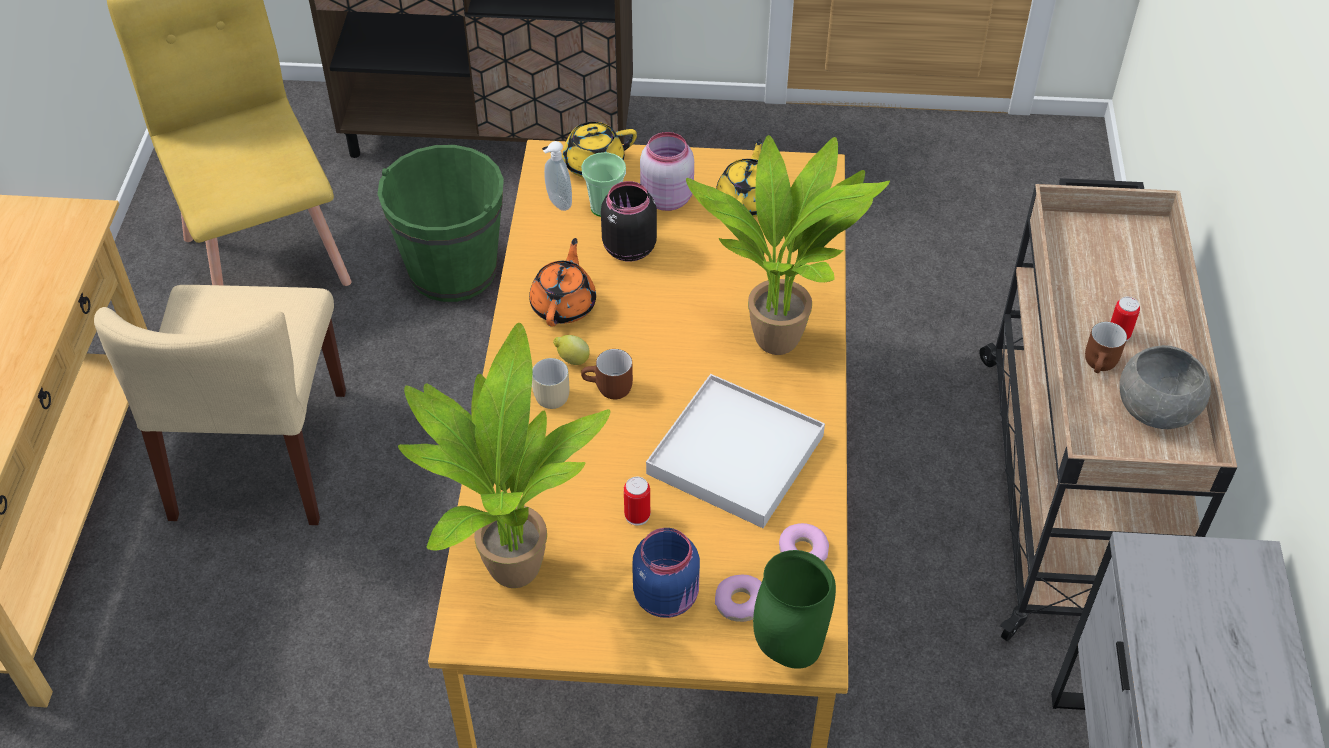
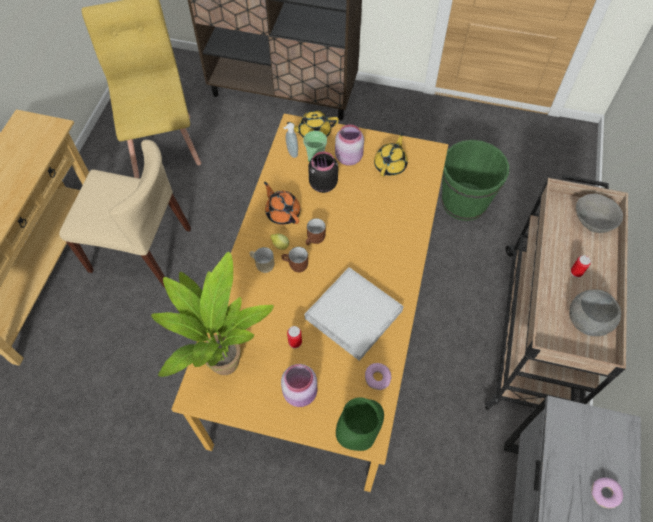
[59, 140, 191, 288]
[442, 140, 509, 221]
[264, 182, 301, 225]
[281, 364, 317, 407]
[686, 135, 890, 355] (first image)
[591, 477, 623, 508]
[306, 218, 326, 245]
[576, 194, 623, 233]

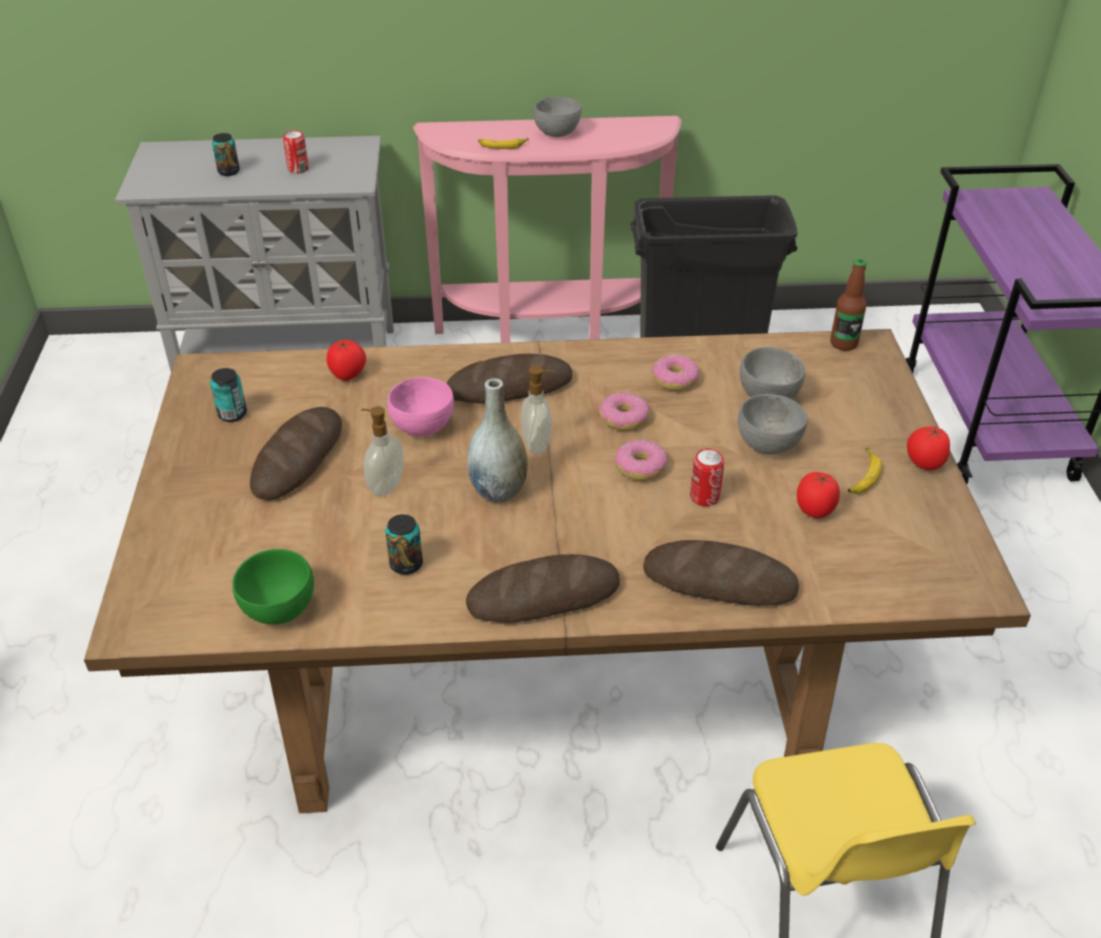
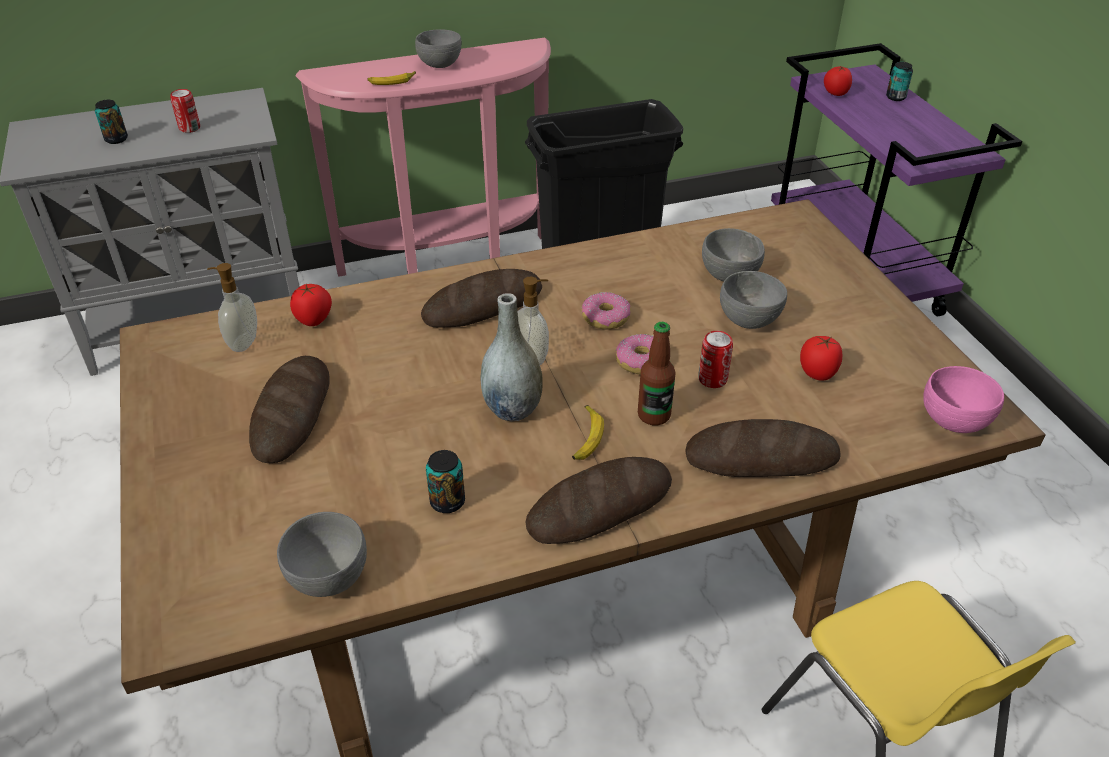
[886, 62, 913, 101]
[277, 512, 367, 597]
[207, 263, 257, 352]
[923, 366, 1004, 433]
[652, 355, 699, 391] (first image)
[638, 322, 675, 426]
[572, 405, 604, 460]
[824, 66, 852, 96]

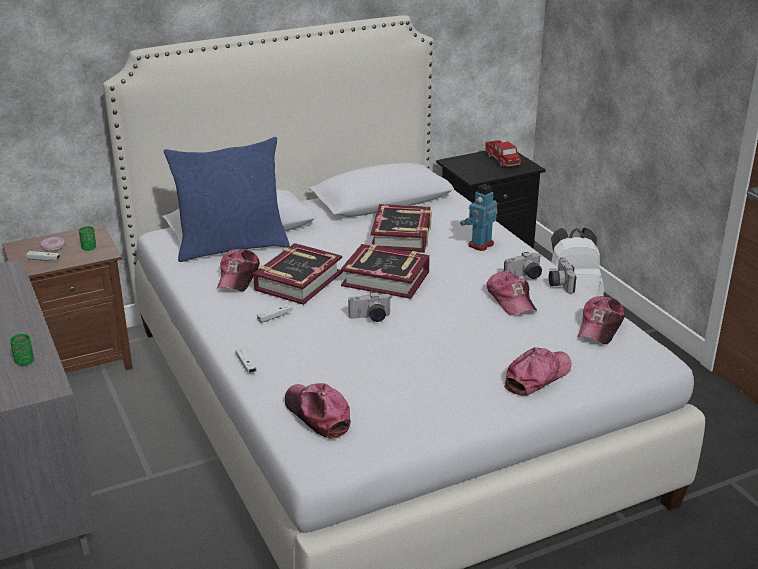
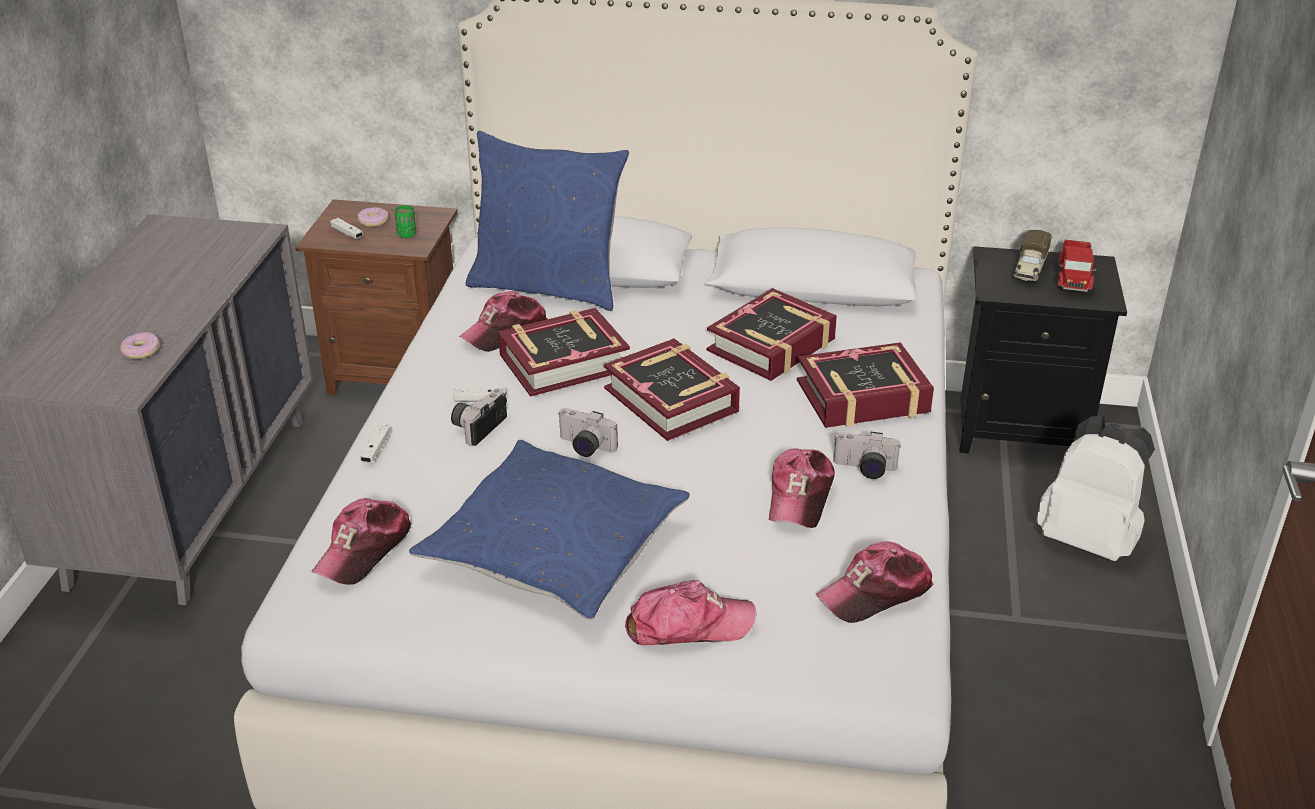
[120, 332, 160, 359]
[311, 498, 412, 585]
[797, 342, 934, 428]
[451, 388, 507, 446]
[409, 440, 690, 620]
[1013, 230, 1052, 282]

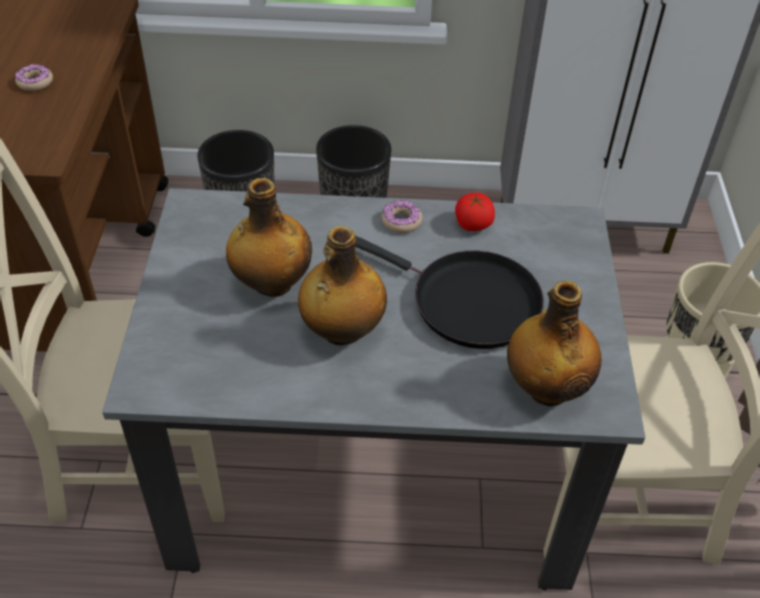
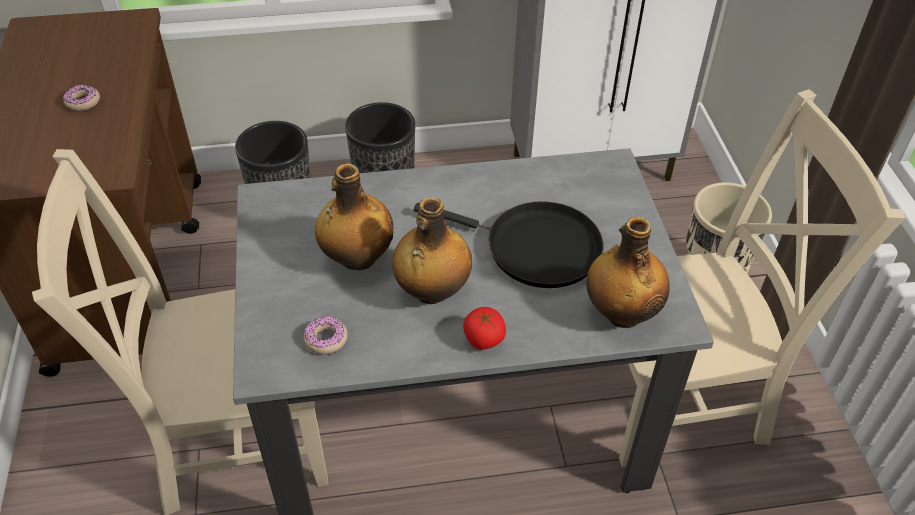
[304, 316, 348, 355]
[463, 307, 506, 350]

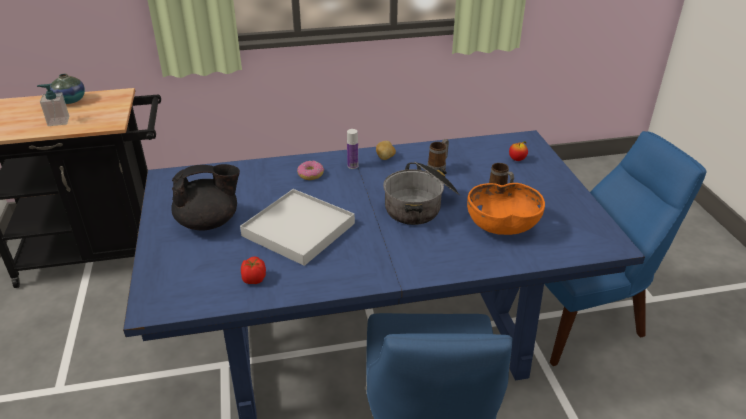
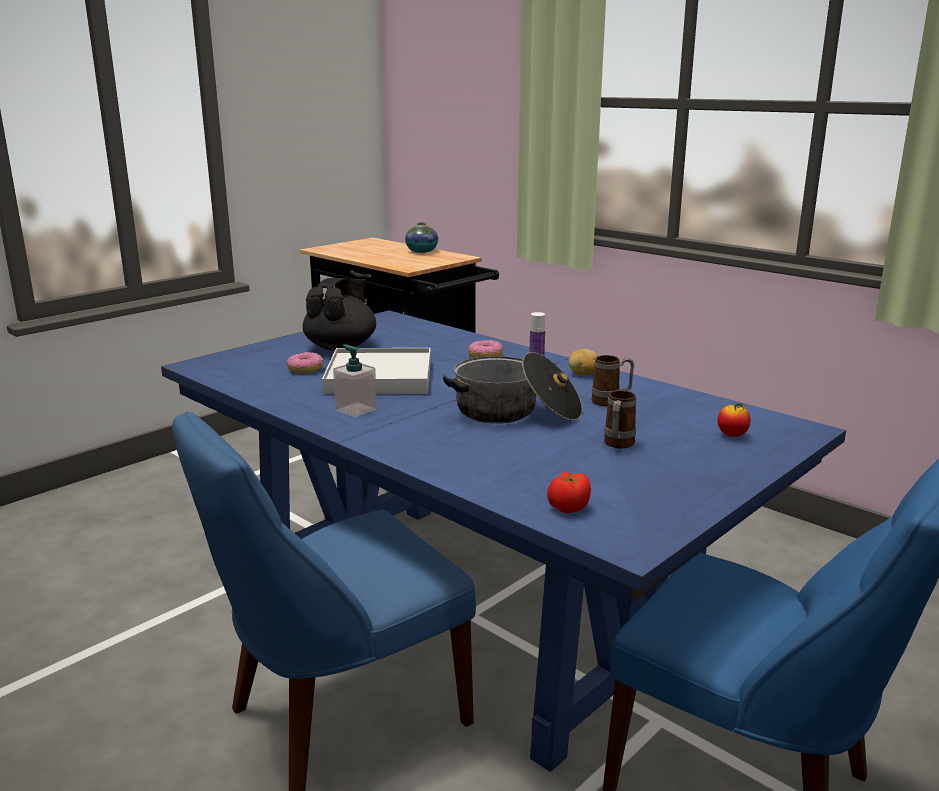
[333, 344, 377, 417]
[303, 278, 376, 351]
[547, 471, 591, 513]
[467, 183, 545, 235] (first image)
[287, 352, 323, 374]

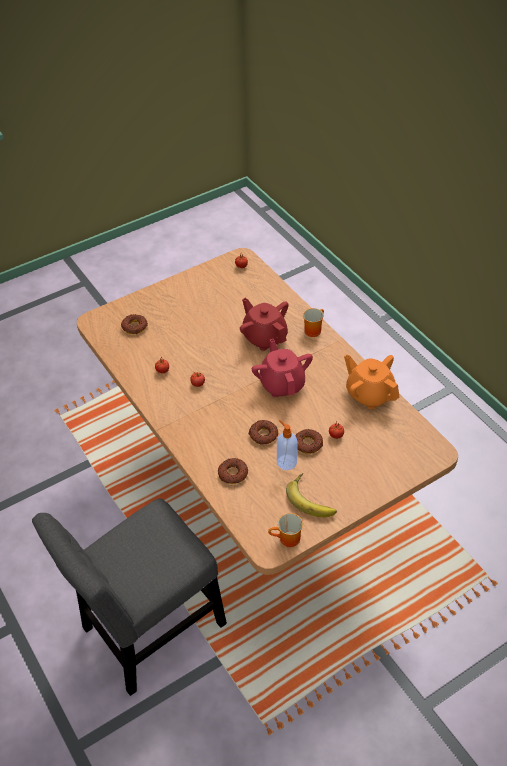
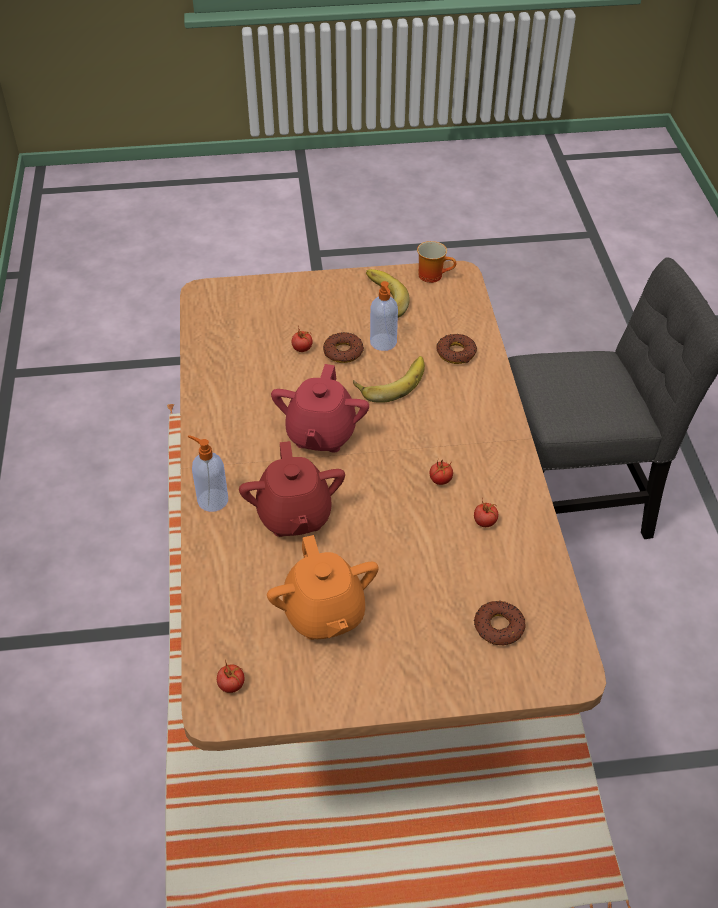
[353, 356, 425, 403]
[188, 435, 228, 512]
[267, 535, 379, 640]

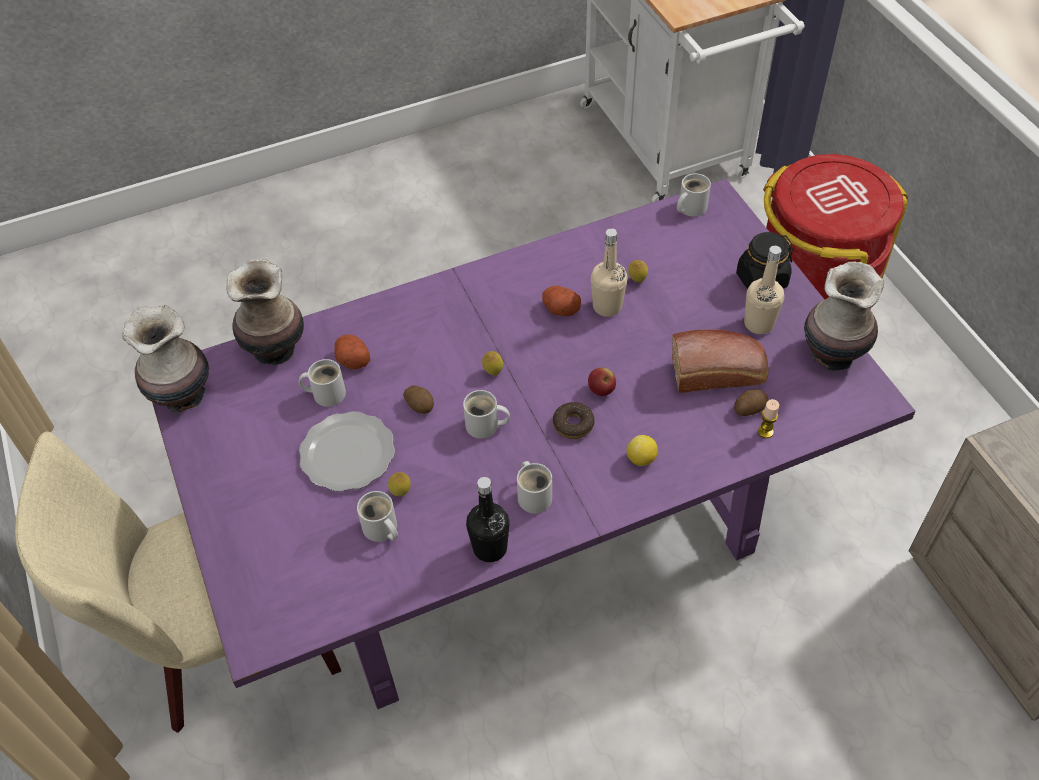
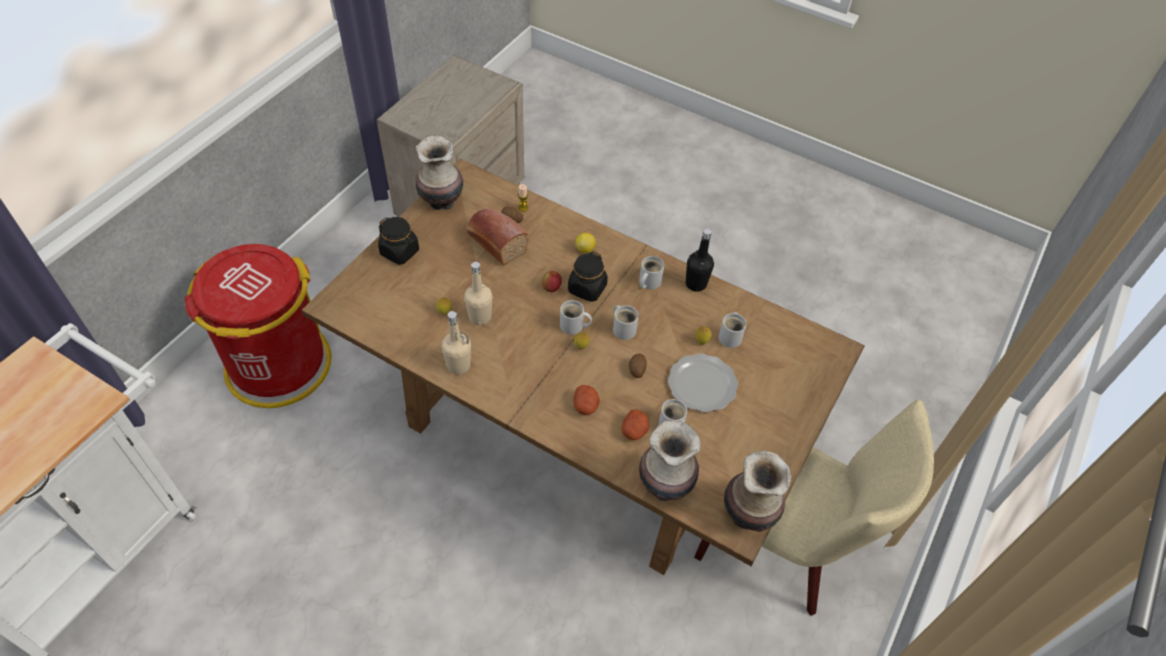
[302, 159, 865, 575]
[574, 385, 600, 415]
[568, 252, 608, 302]
[560, 300, 592, 335]
[441, 311, 471, 375]

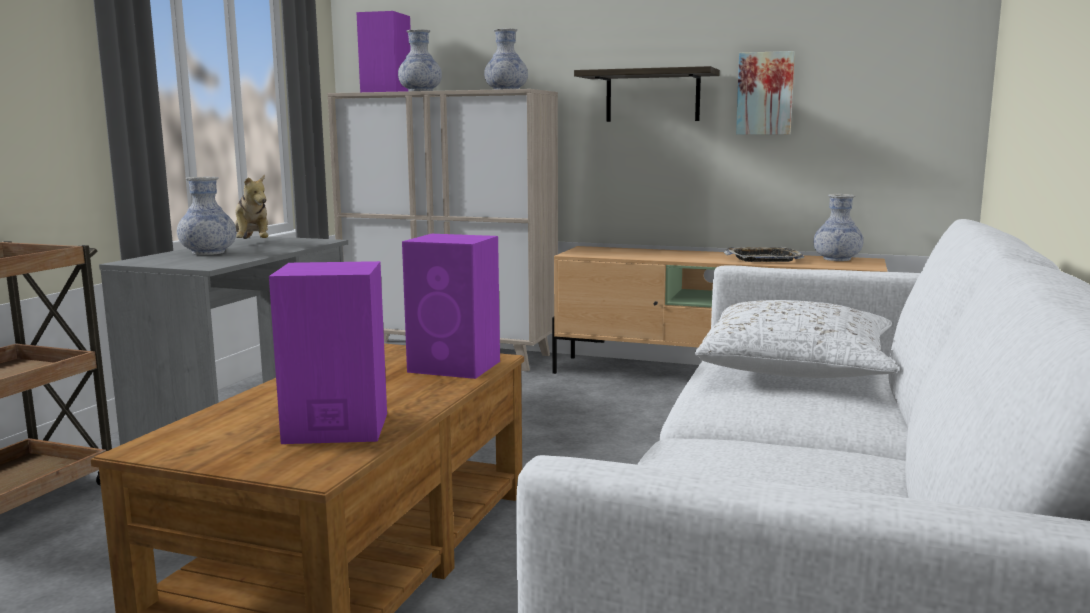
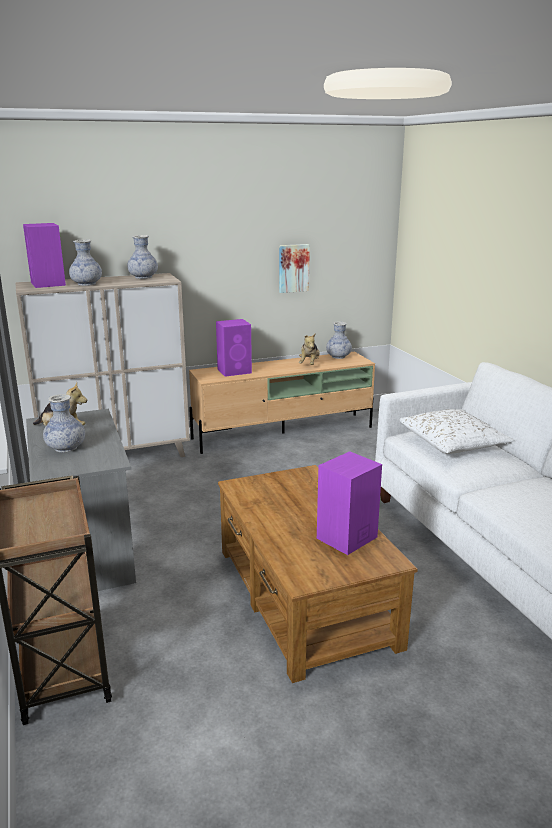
[216, 319, 252, 377]
[574, 66, 720, 122] (first image)
[299, 333, 320, 365]

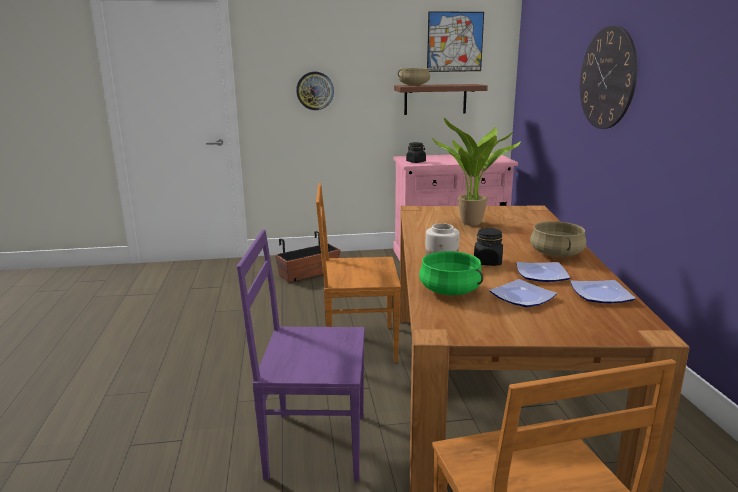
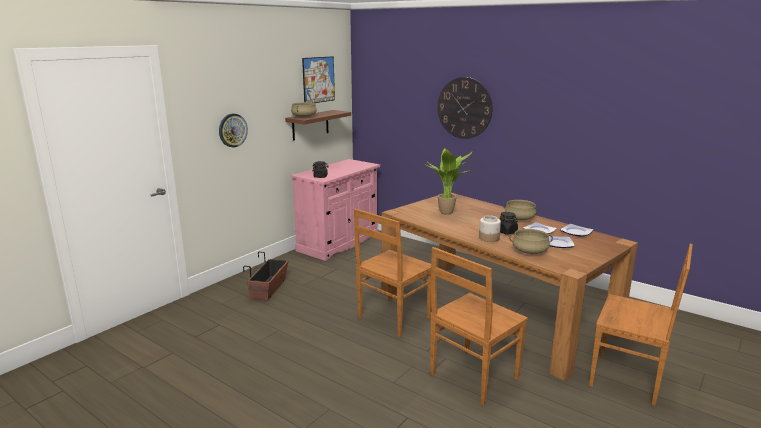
[430, 247, 528, 406]
[509, 229, 553, 254]

